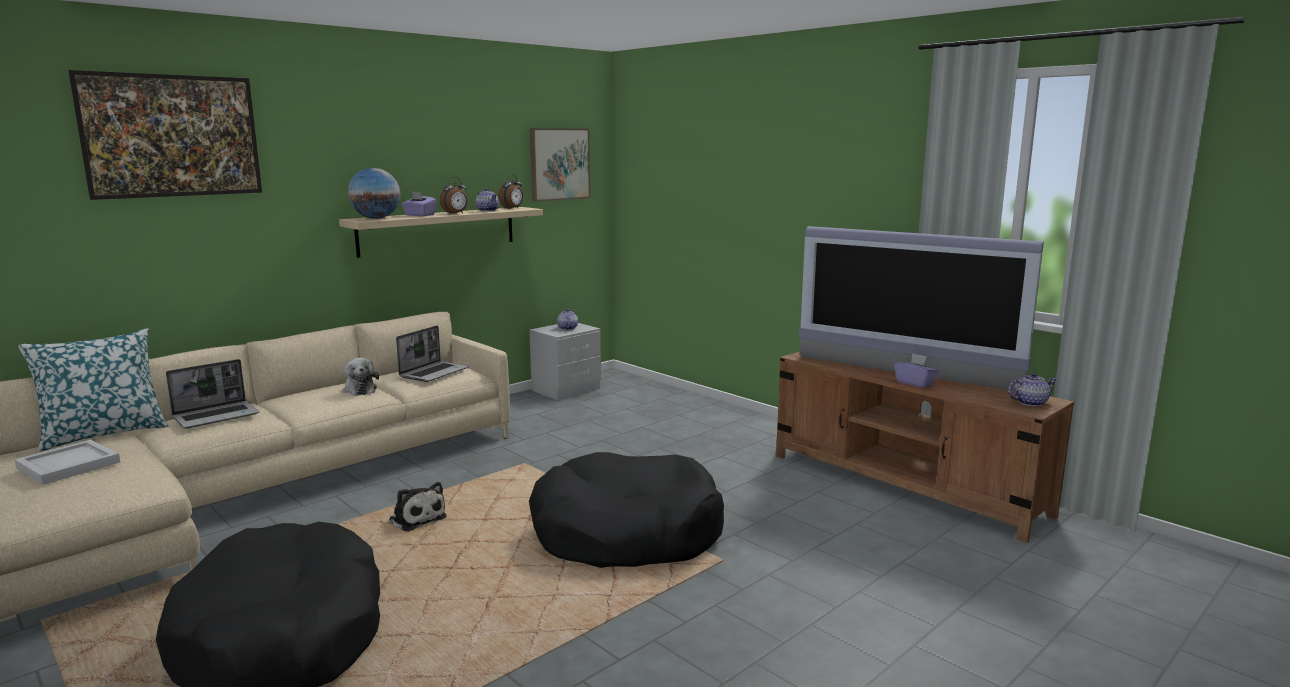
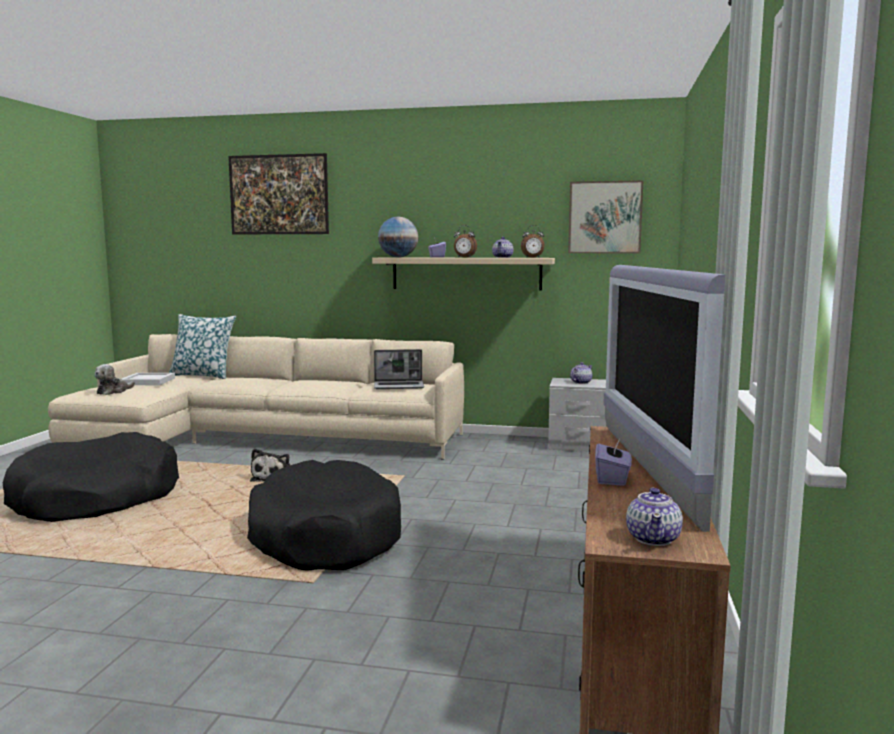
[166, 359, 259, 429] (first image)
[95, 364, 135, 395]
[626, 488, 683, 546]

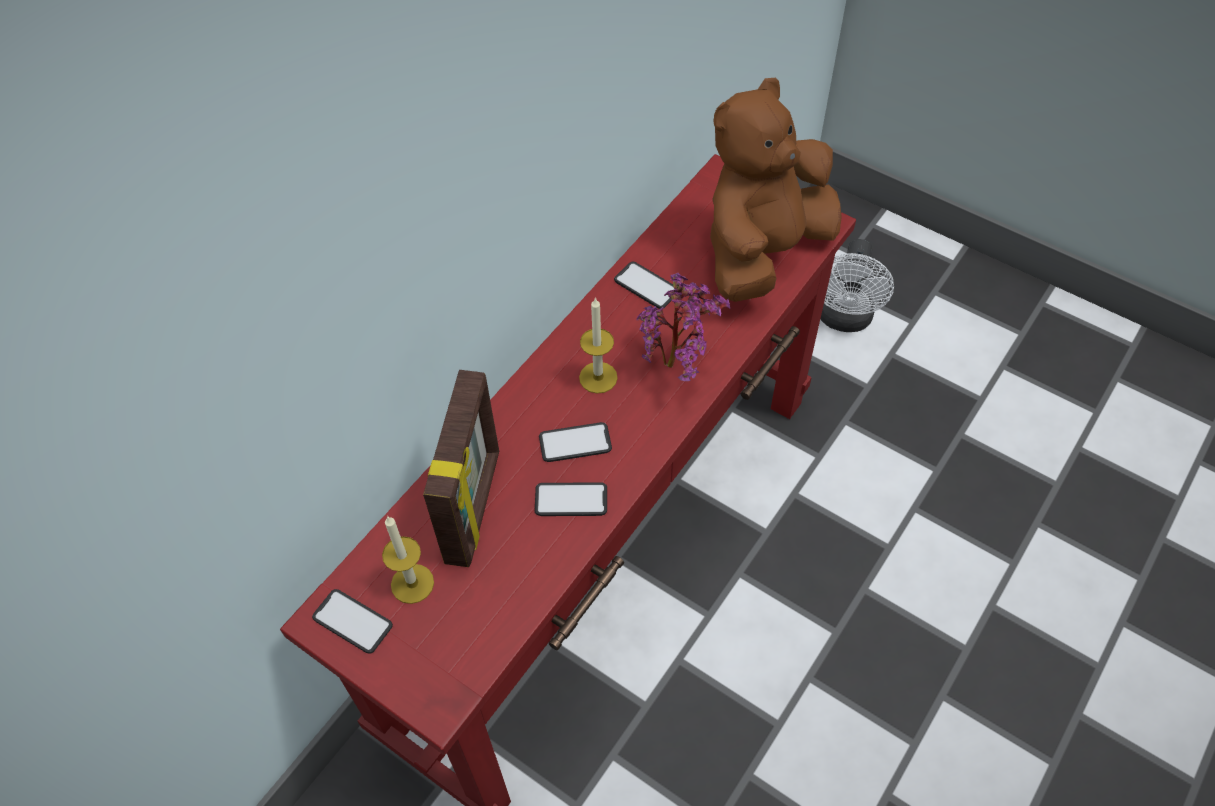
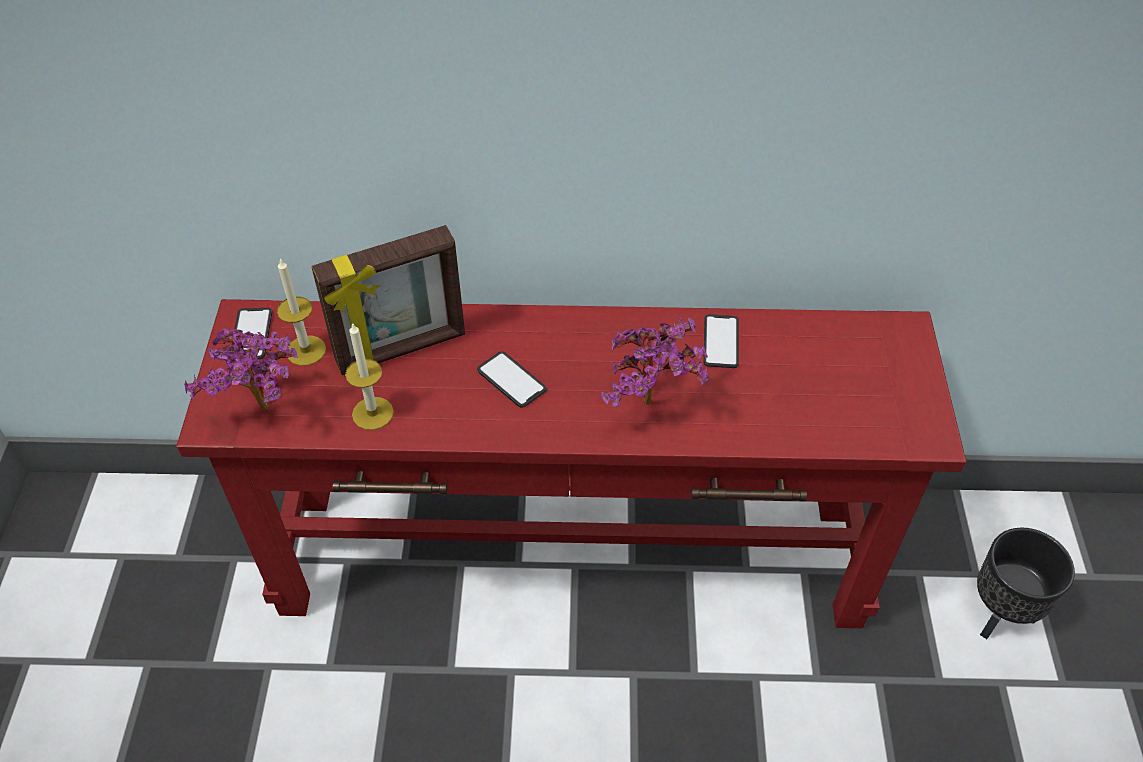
[535, 482, 607, 516] (first image)
[345, 322, 394, 430]
[710, 78, 842, 302] (first image)
[977, 528, 1075, 639]
[184, 328, 298, 411]

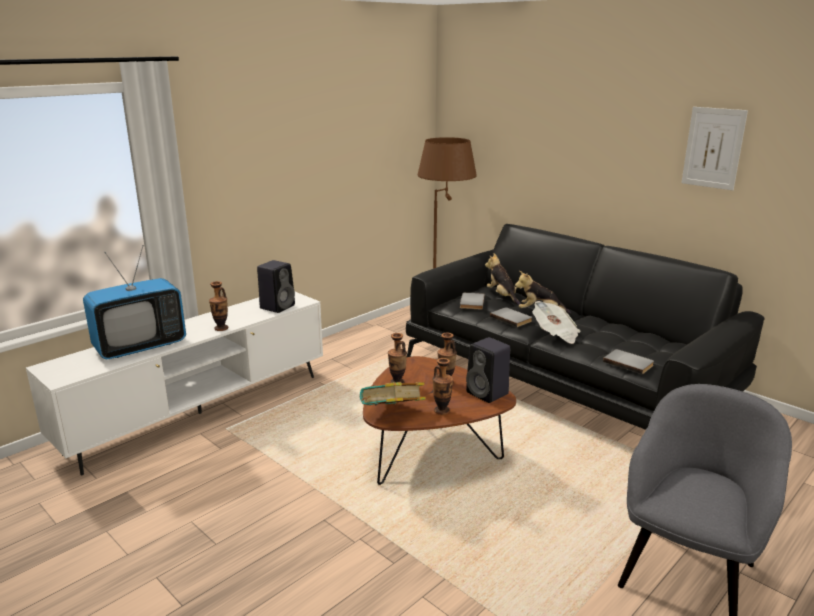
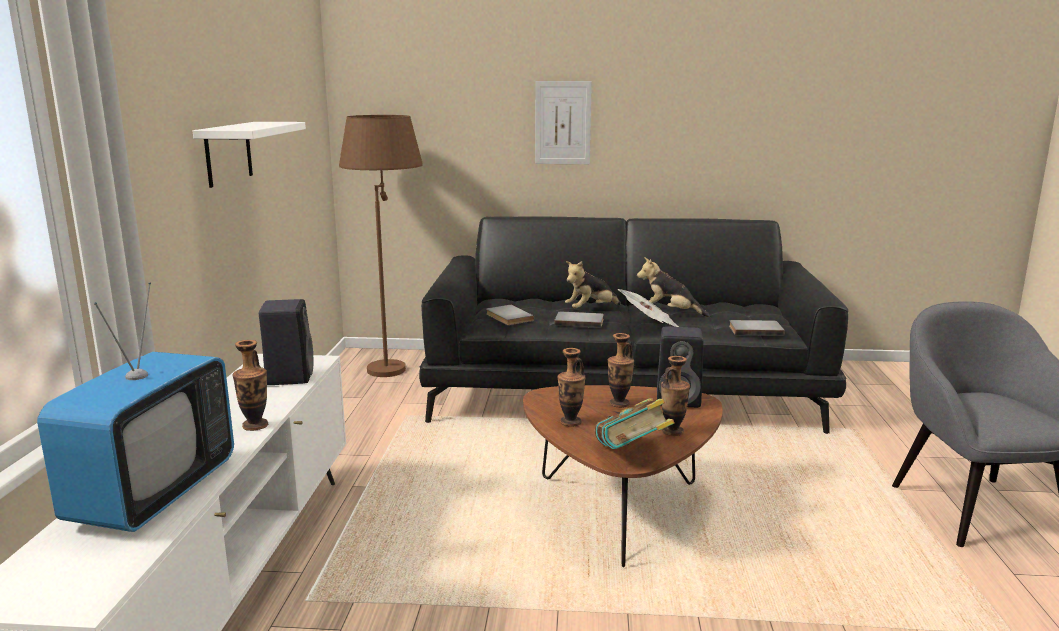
[637, 257, 710, 317]
[535, 81, 592, 164]
[193, 122, 306, 188]

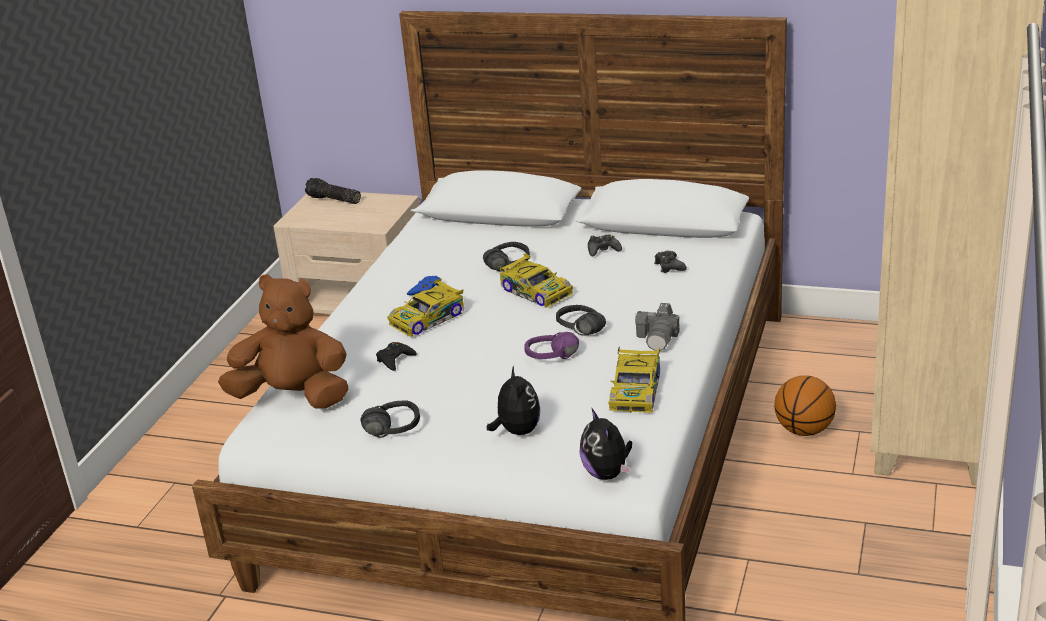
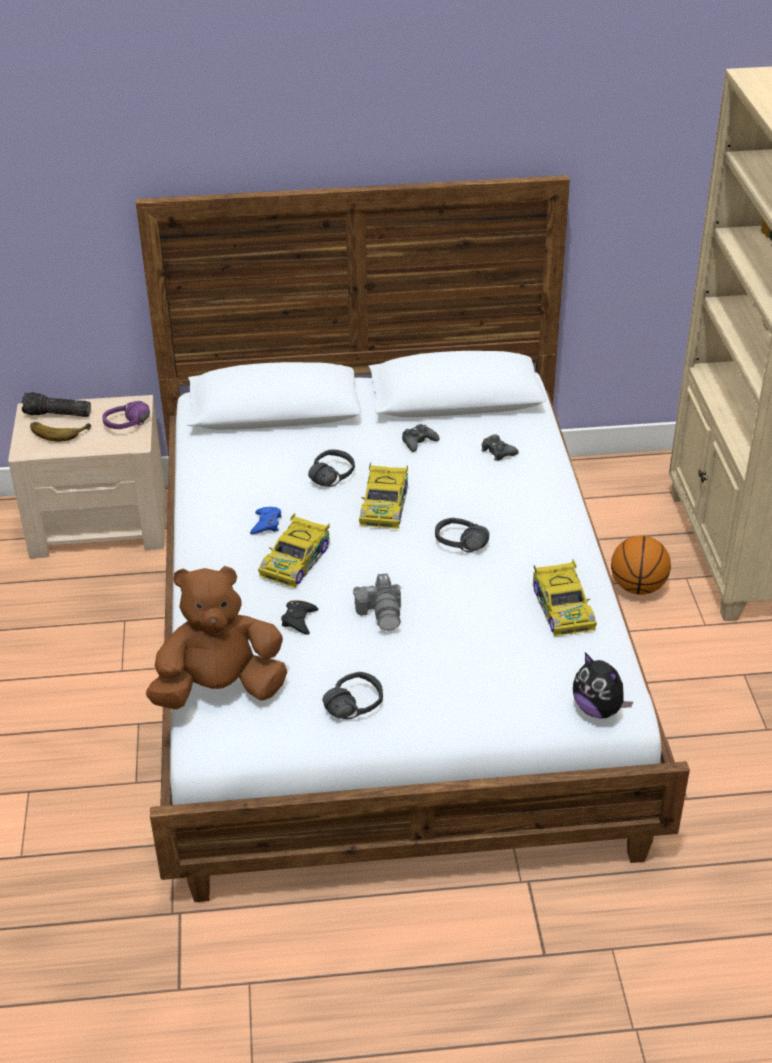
[487, 366, 540, 435] (first image)
[359, 462, 408, 529]
[102, 401, 150, 429]
[353, 574, 402, 631]
[30, 422, 91, 442]

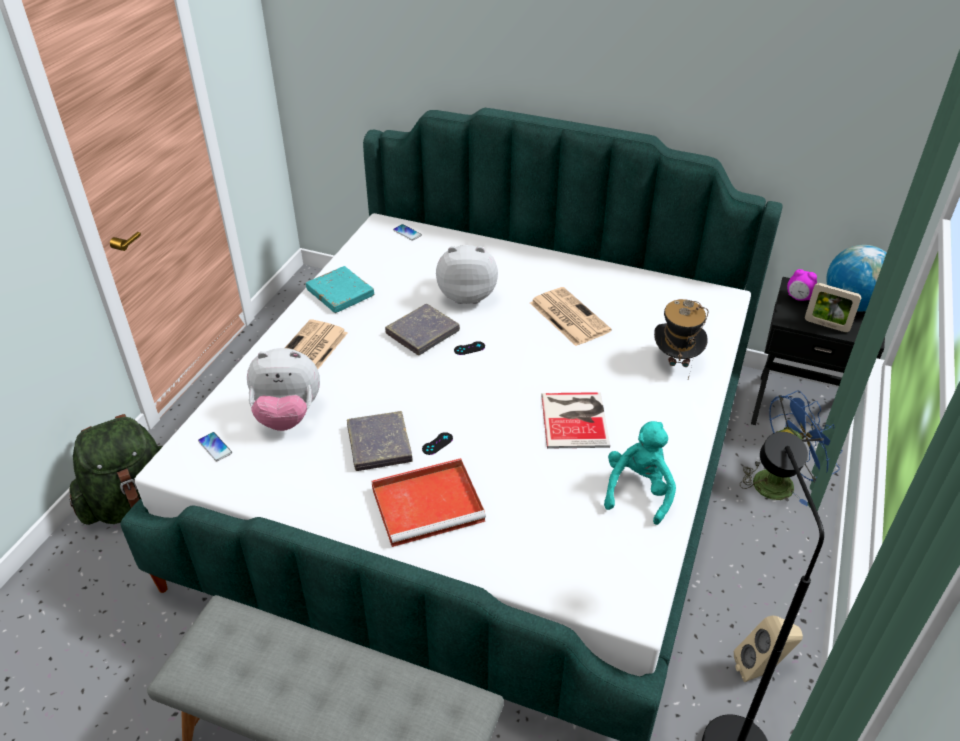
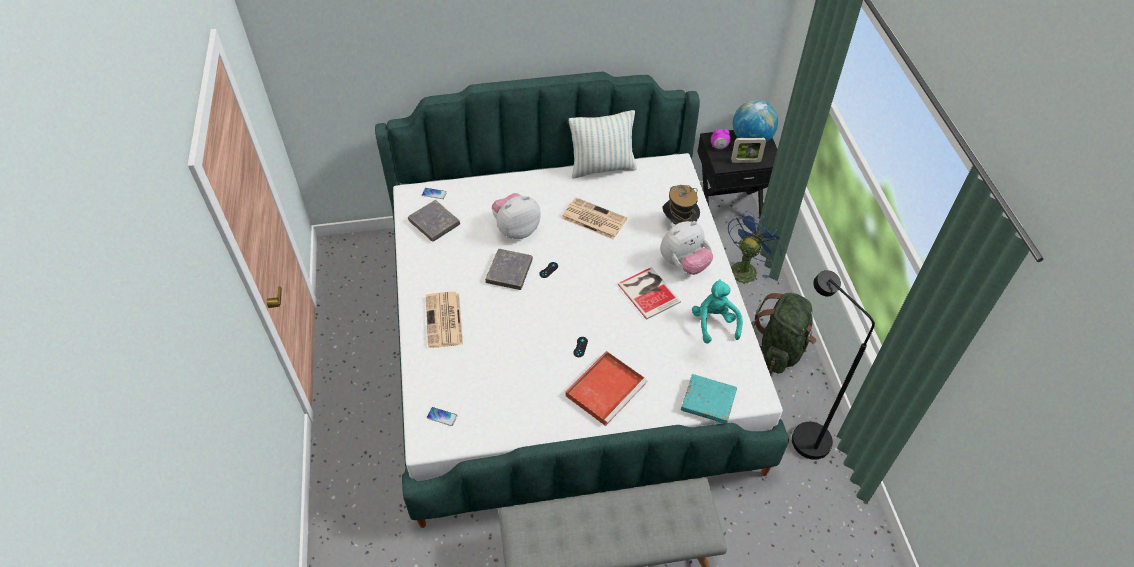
[752, 293, 817, 374]
[660, 221, 713, 275]
[681, 374, 737, 424]
[408, 200, 460, 242]
[734, 615, 803, 682] (first image)
[569, 110, 637, 179]

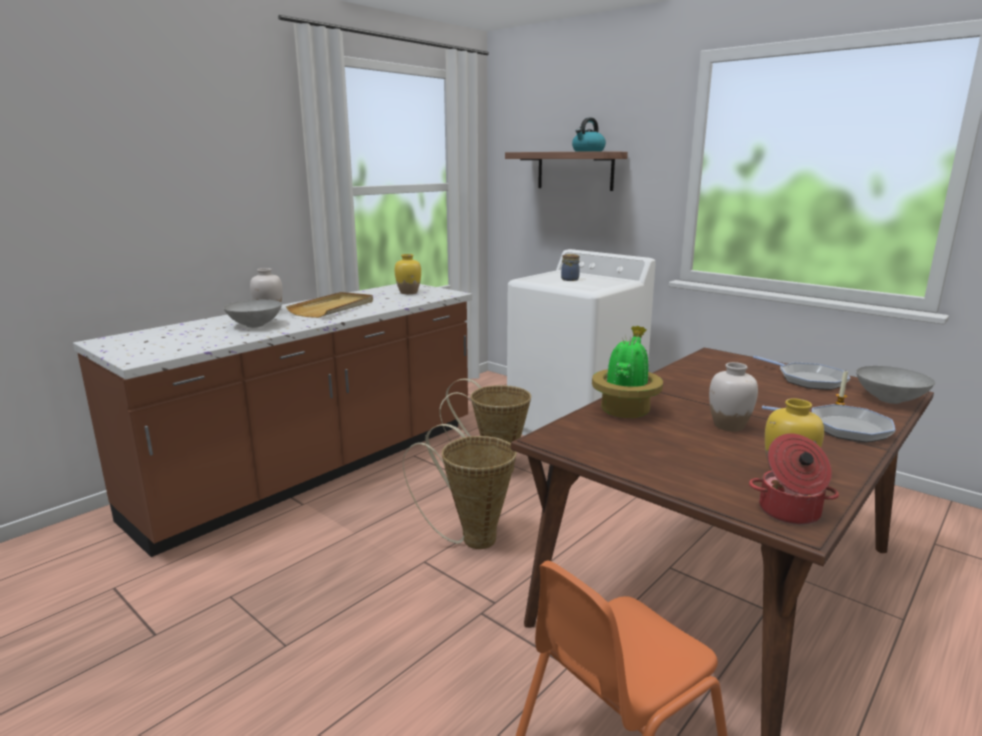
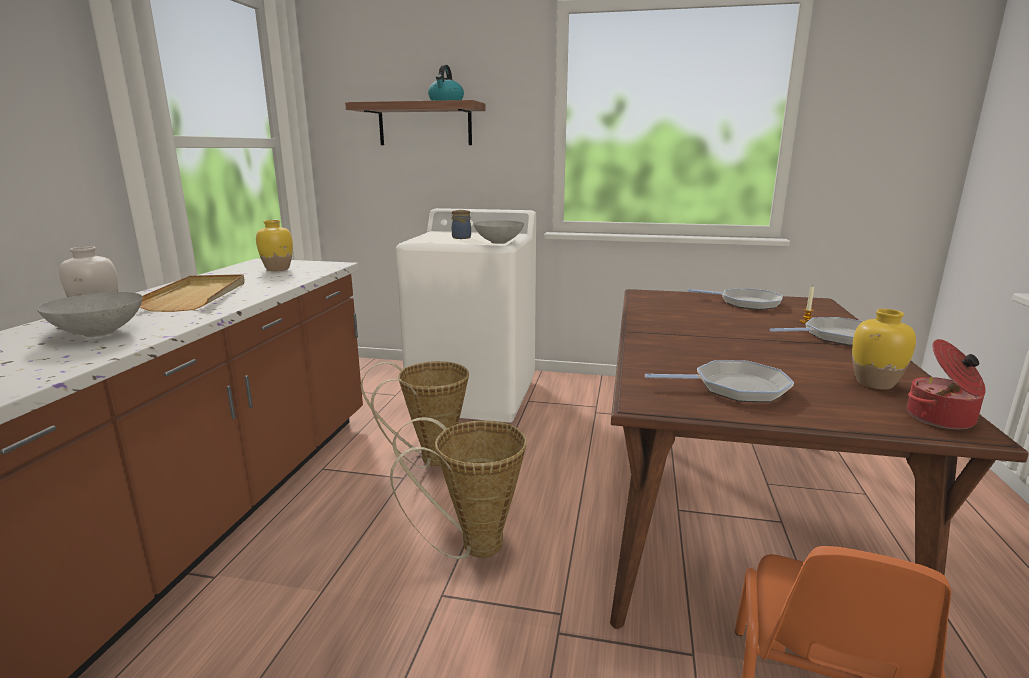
[592, 326, 663, 418] (first image)
[709, 362, 758, 431] (first image)
[474, 220, 524, 244]
[645, 360, 794, 402]

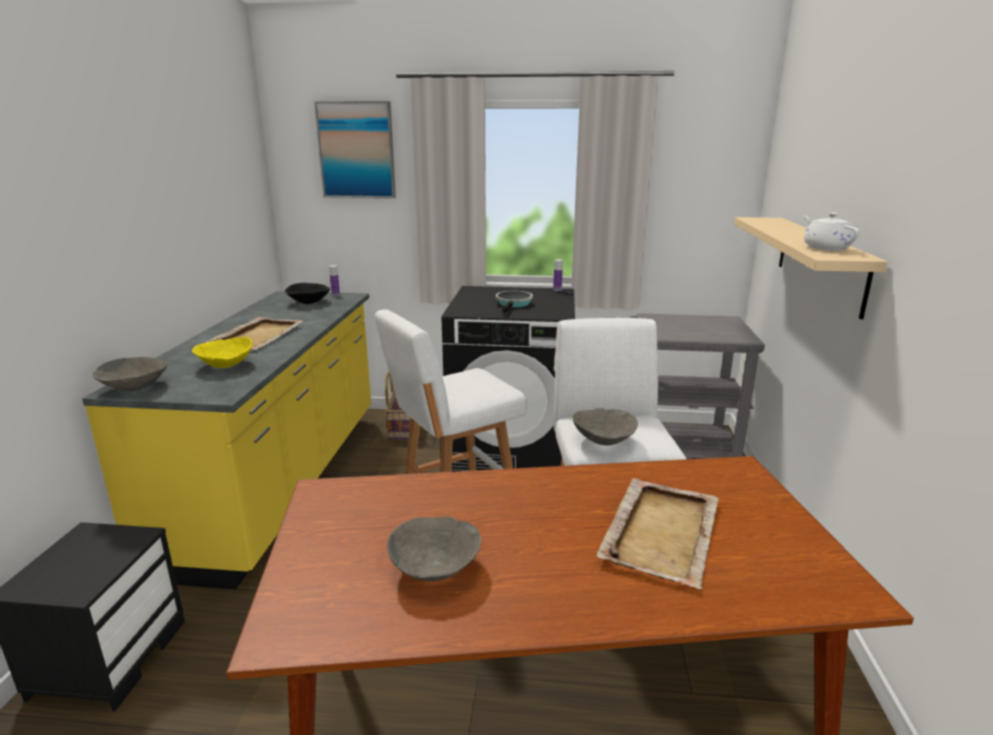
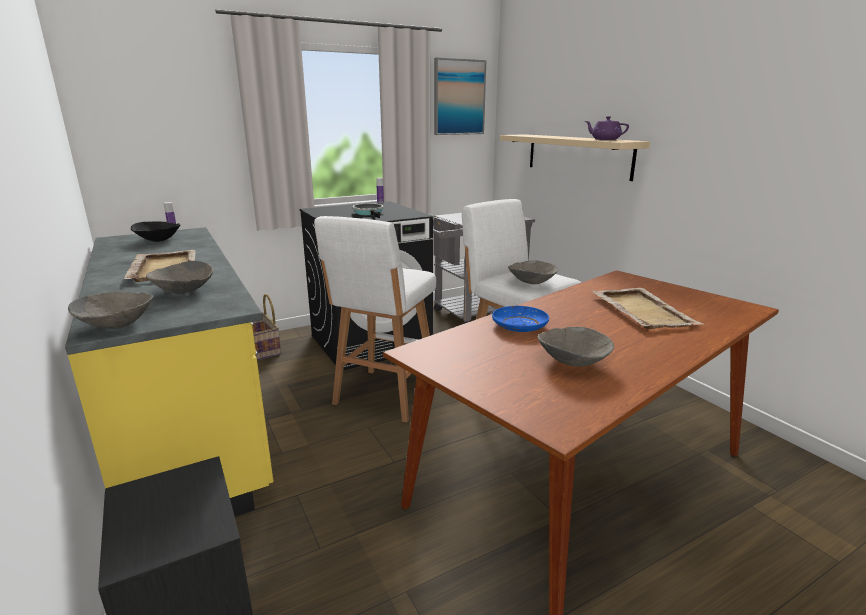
[146, 261, 214, 294]
[434, 58, 486, 135]
[585, 116, 629, 140]
[492, 306, 549, 332]

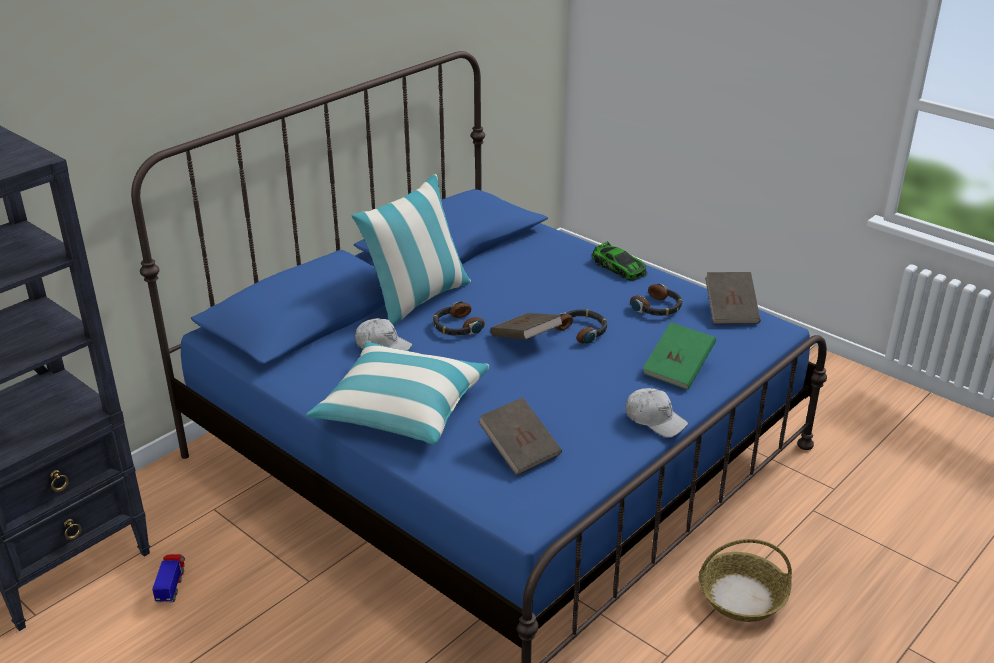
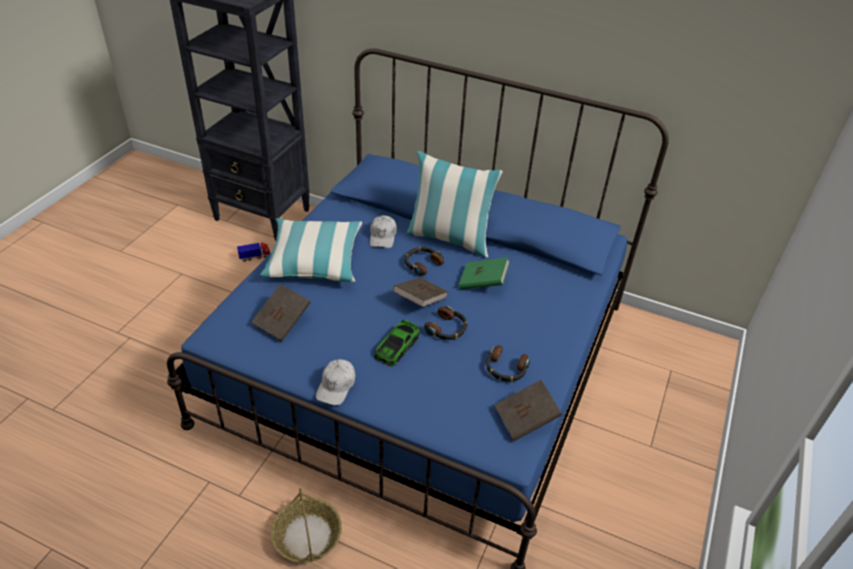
[374, 319, 420, 366]
[459, 257, 510, 289]

